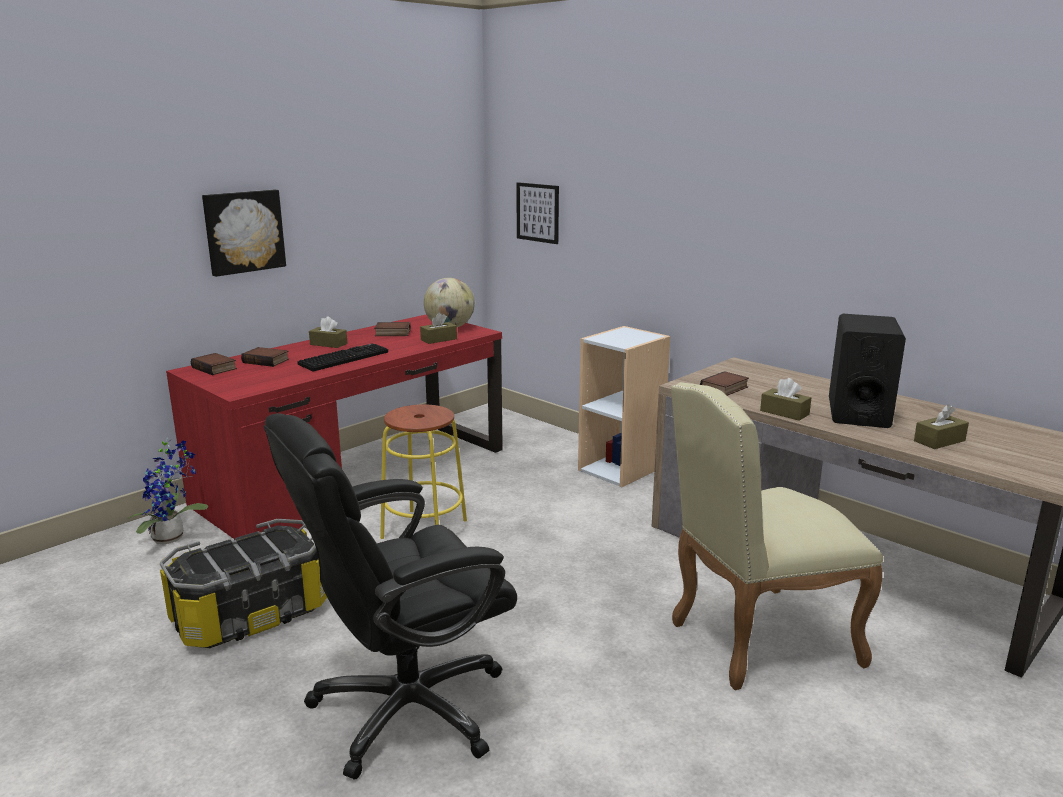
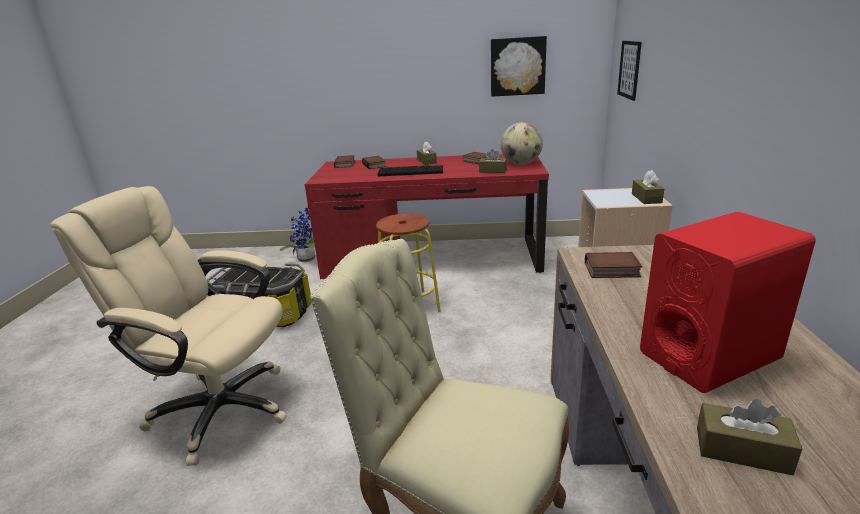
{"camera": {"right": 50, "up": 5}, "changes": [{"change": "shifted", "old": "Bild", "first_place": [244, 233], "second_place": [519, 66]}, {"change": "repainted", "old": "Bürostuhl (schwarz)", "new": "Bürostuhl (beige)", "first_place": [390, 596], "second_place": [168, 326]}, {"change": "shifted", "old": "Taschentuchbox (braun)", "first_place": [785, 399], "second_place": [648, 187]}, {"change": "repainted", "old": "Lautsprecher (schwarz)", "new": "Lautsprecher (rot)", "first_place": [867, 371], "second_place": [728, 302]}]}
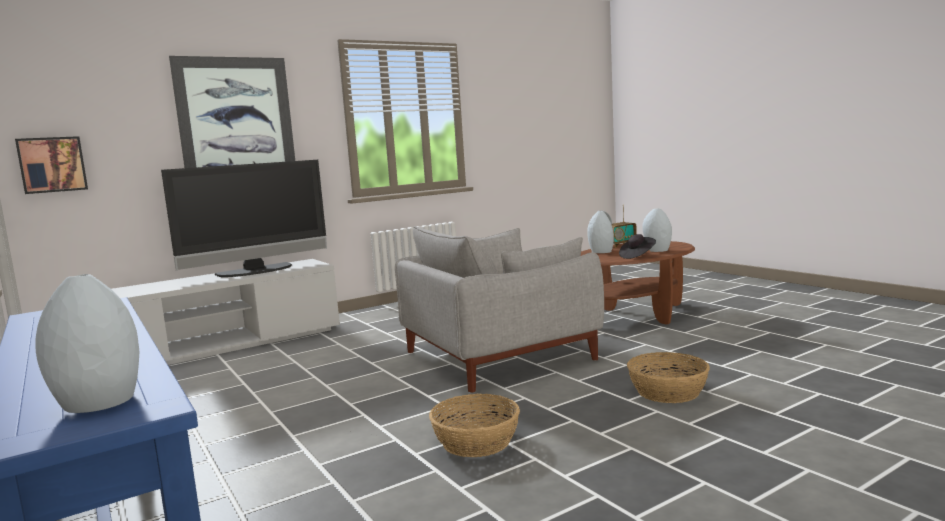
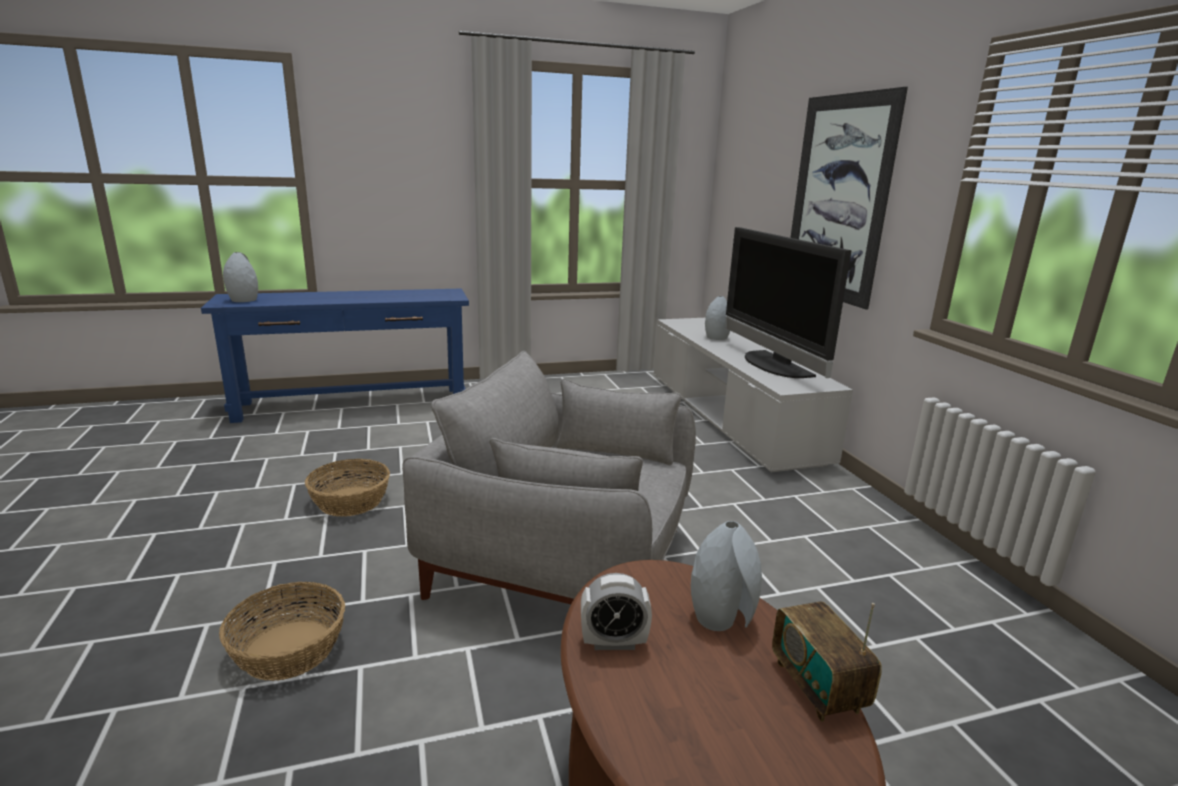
{"camera": {"right": 105, "up": 10}, "changes": [{"change": "gone", "old": "Bild", "first_place": [51, 165]}, {"change": "rotated", "old": "Sessel (grau)", "first_place": [499, 309], "second_place": [549, 477], "degrees": -60}, {"change": "swapped", "old": "Hut (schwarz)", "new": "Wecker", "first_place": [637, 246], "second_place": [616, 611]}, {"change": "shifted", "old": "Vase (grau)", "first_place": [657, 230], "second_place": [717, 318]}]}
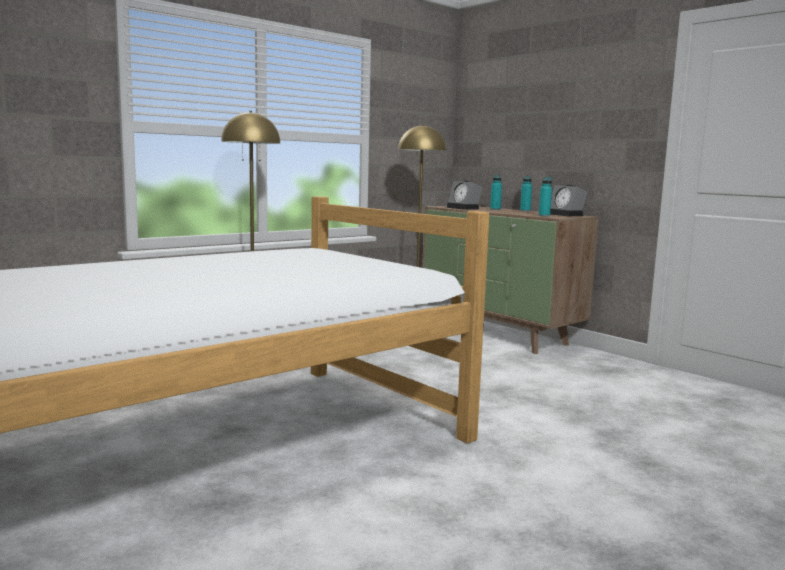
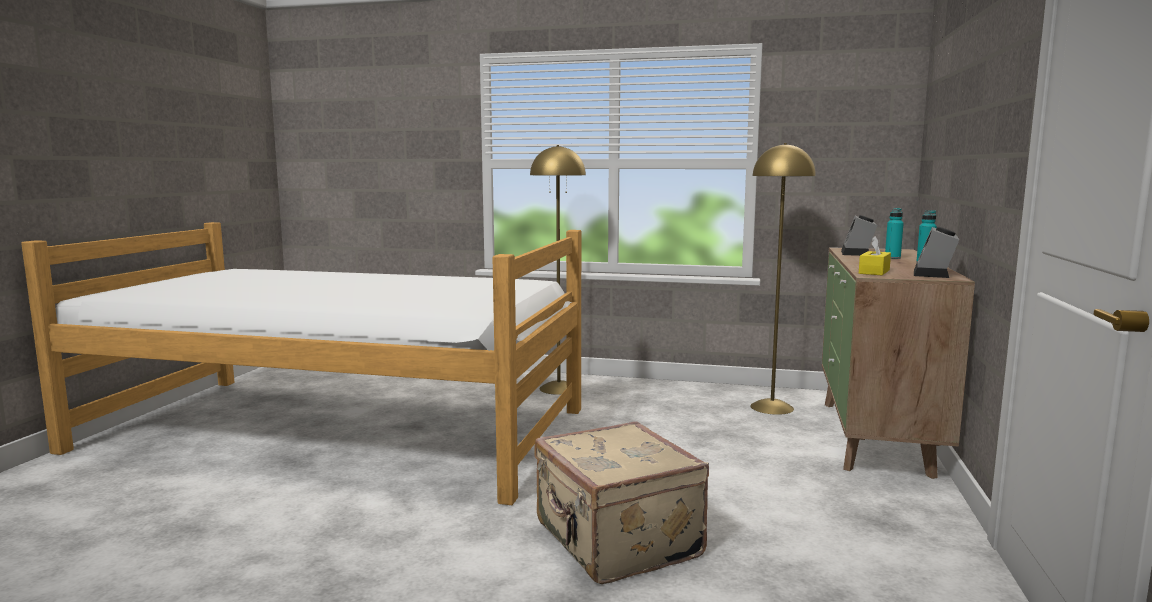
{"camera": {"right": 55, "up": 0}, "changes": [{"change": "swapped", "old": "Flasche (türkis)", "new": "Taschentuchbox (gelb)", "first_place": [545, 197], "second_place": [875, 255]}, {"change": "new", "new": "Koffer (beige)", "second_place": [622, 502]}]}
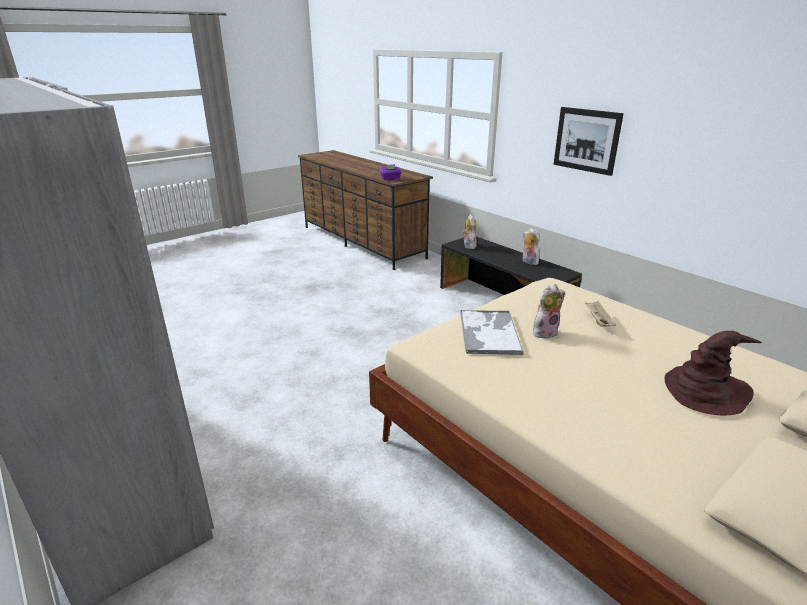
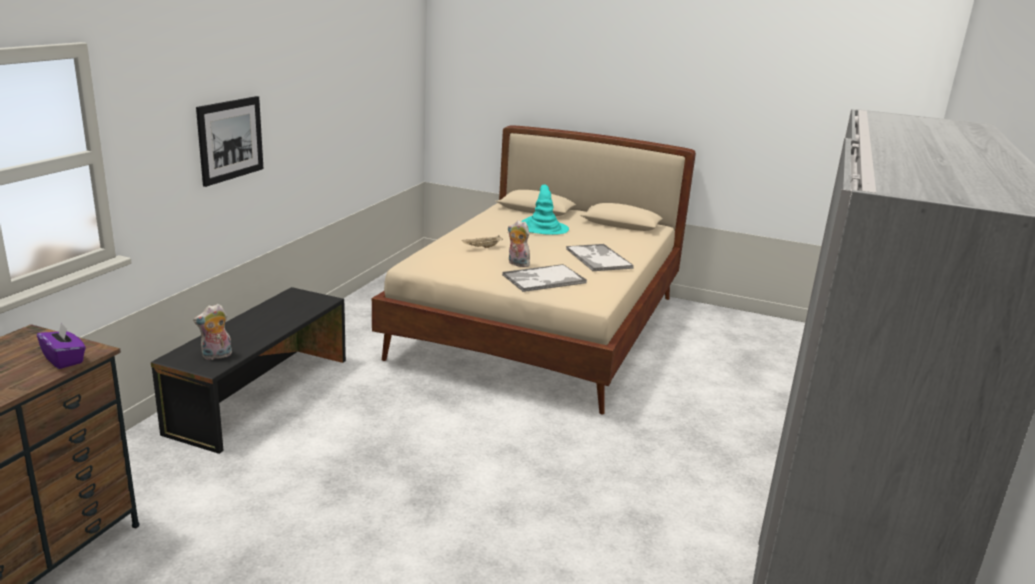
{"camera": {"right": -120, "up": -5}, "changes": [{"change": "gone", "old": "Plüschtier", "first_place": [530, 246]}, {"change": "repainted", "old": "Hut (braun)", "new": "Hut (türkis)", "first_place": [713, 373], "second_place": [545, 209]}, {"change": "new", "new": "Tablett", "second_place": [600, 257]}]}
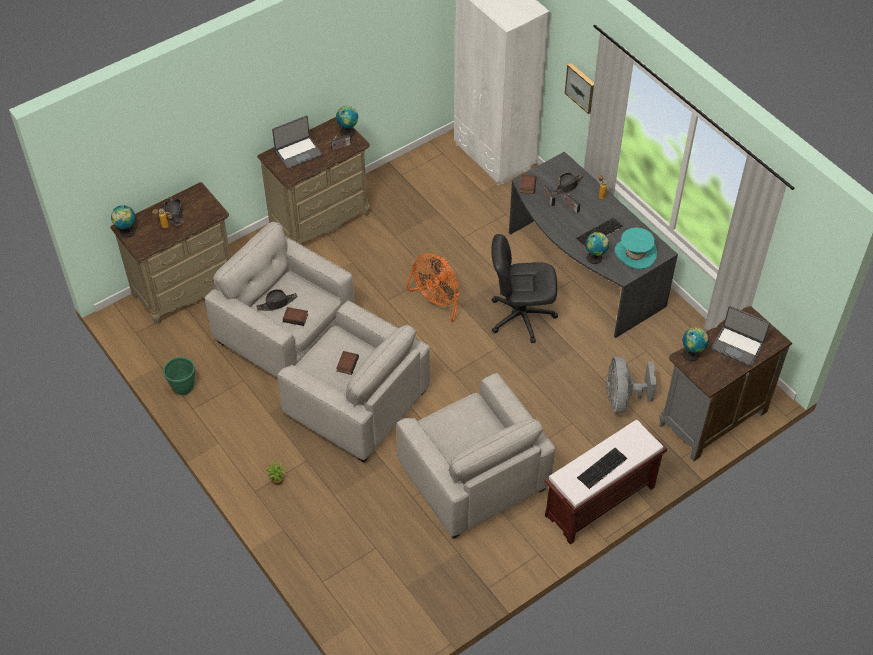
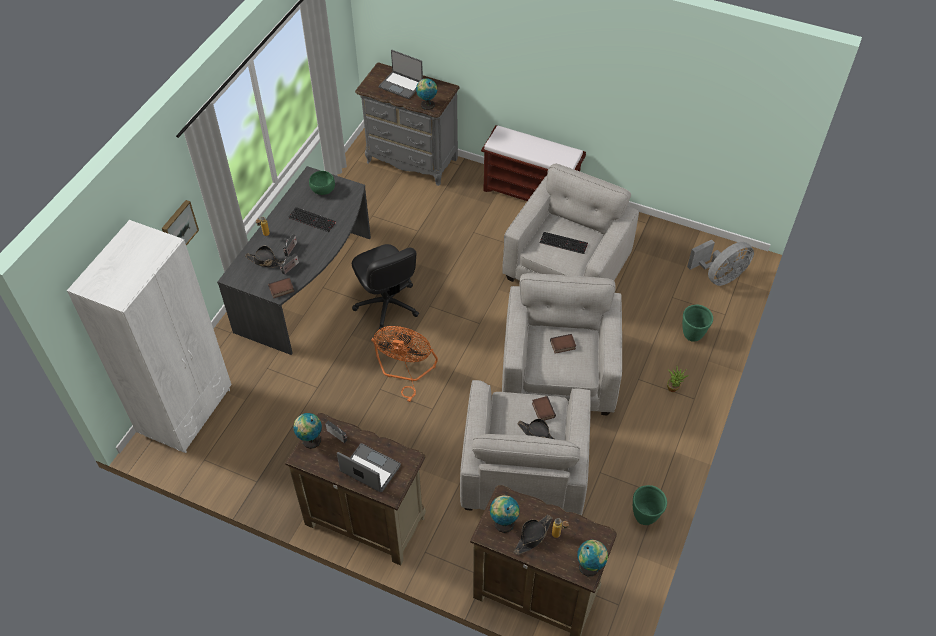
{"camera": {"right": -120, "up": 0}, "changes": [{"change": "rotated", "old": "Ventilator (orange)", "first_place": [433, 288], "second_place": [404, 364], "degrees": -90}, {"change": "shifted", "old": "Tastatur", "first_place": [602, 468], "second_place": [564, 243]}, {"change": "shifted", "old": "Globus", "first_place": [597, 248], "second_place": [505, 514]}, {"change": "shifted", "old": "Ventilator (grau)", "first_place": [632, 384], "second_place": [720, 262]}, {"change": "swapped", "old": "Hut (türkis)", "new": "Schüssel (grün)", "first_place": [636, 248], "second_place": [322, 183]}, {"change": "rotated", "old": "Laptop", "first_place": [740, 336], "second_place": [401, 74], "degrees": 120}, {"change": "new", "new": "Pflanzkübel (grün)", "second_place": [697, 323]}]}
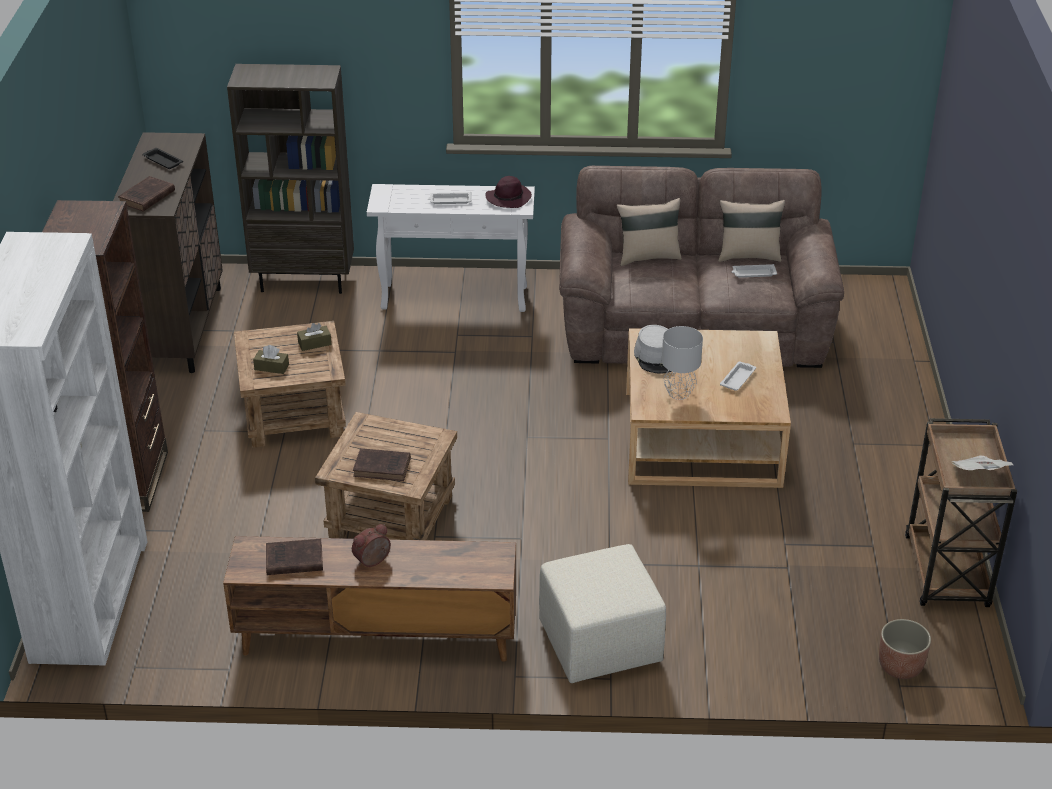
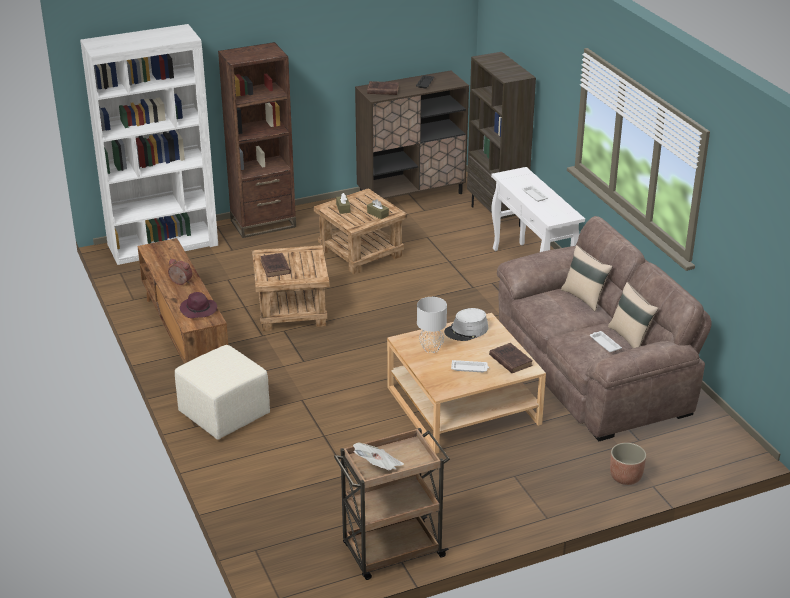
{"camera": {"right": 65, "up": -5}, "changes": [{"change": "shifted", "old": "Buch (braun)", "first_place": [294, 557], "second_place": [511, 358]}, {"change": "shifted", "old": "Hut (lila)", "first_place": [508, 192], "second_place": [198, 305]}, {"change": "shifted", "old": "Pflanzkübel", "first_place": [905, 649], "second_place": [628, 464]}]}
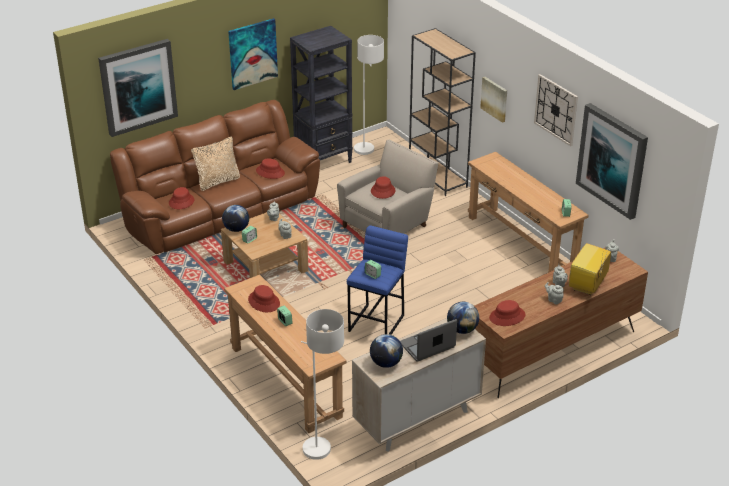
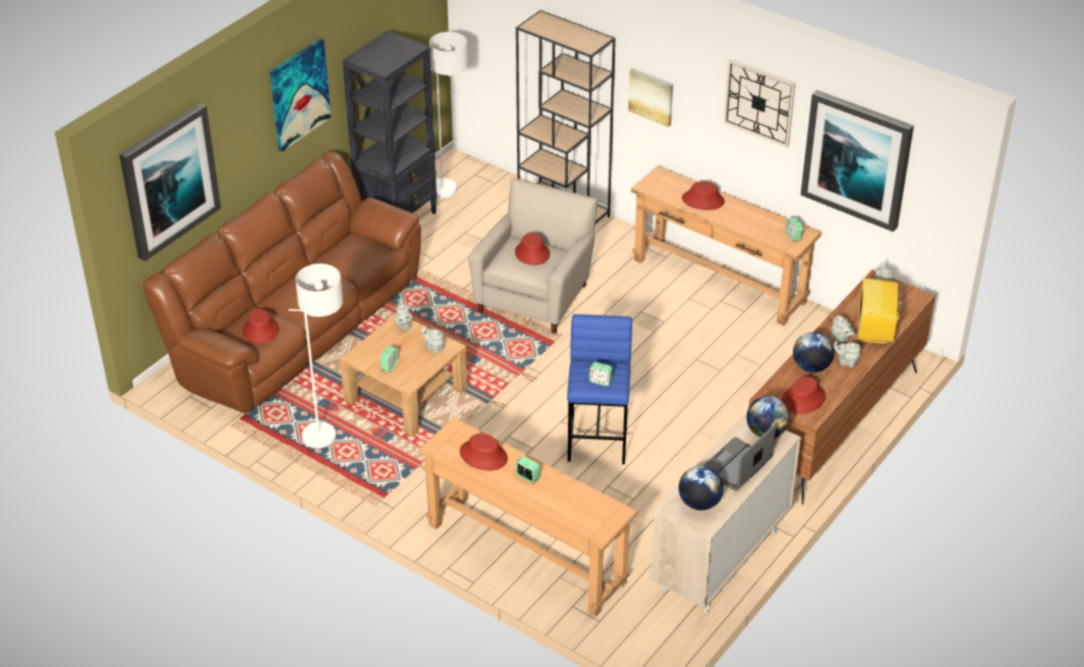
{"camera": {"right": -20, "up": 5}, "changes": [{"change": "gone", "old": "Kissen (beige)", "first_place": [215, 163]}, {"change": "shifted", "old": "Globus", "first_place": [235, 218], "second_place": [813, 352]}, {"change": "shifted", "old": "Hut (rot)", "first_place": [270, 168], "second_place": [703, 195]}, {"change": "shifted", "old": "Stehlampe (weiß)", "first_place": [322, 384], "second_place": [316, 356]}]}
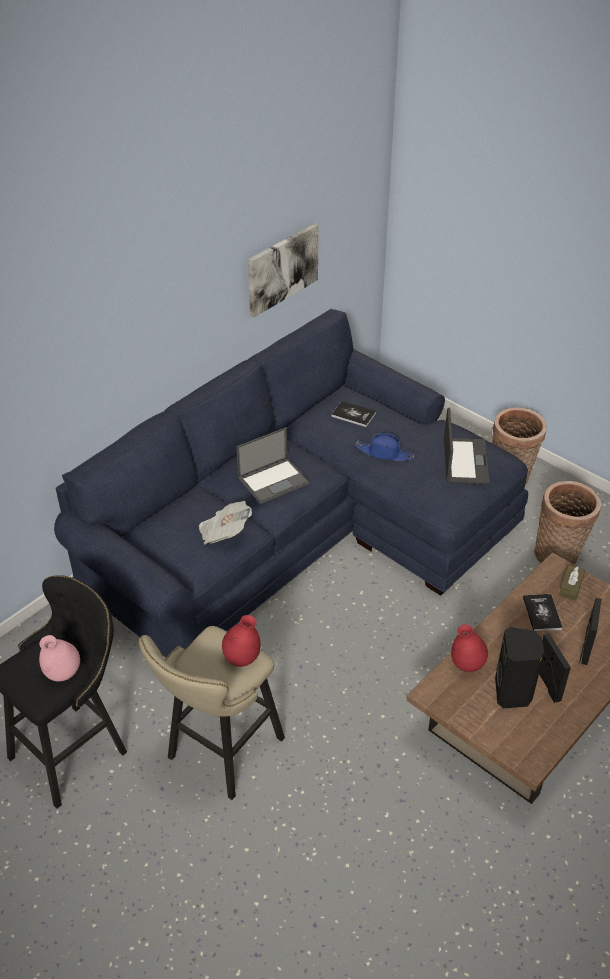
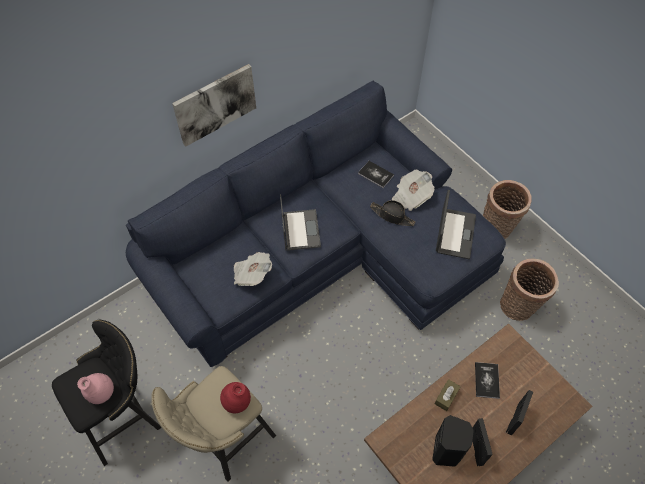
{"camera": {"right": 10, "up": 15}, "changes": [{"change": "rotated", "old": "Laptop", "first_place": [273, 465], "second_place": [300, 222], "degrees": -75}, {"change": "shifted", "old": "Bild", "first_place": [283, 270], "second_place": [214, 105]}, {"change": "repainted", "old": "Hut (blau)", "new": "Hut (schwarz)", "first_place": [385, 447], "second_place": [392, 213]}, {"change": "gone", "old": "Vase (rot)", "first_place": [469, 648]}, {"change": "shifted", "old": "Taschentuchbox (braun)", "first_place": [572, 583], "second_place": [448, 395]}, {"change": "new", "new": "Zeitung", "second_place": [413, 190]}]}
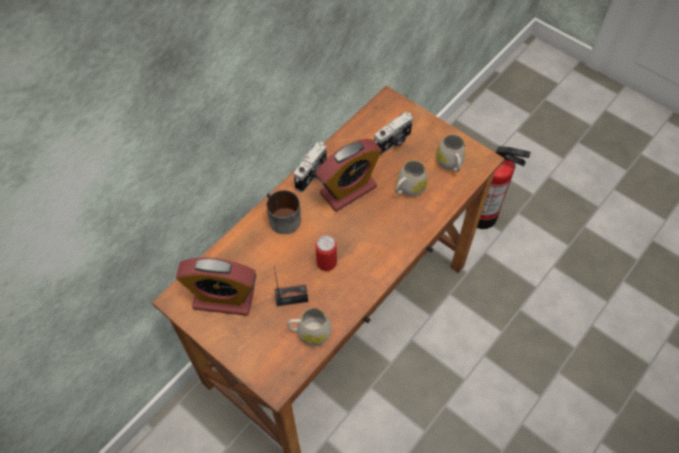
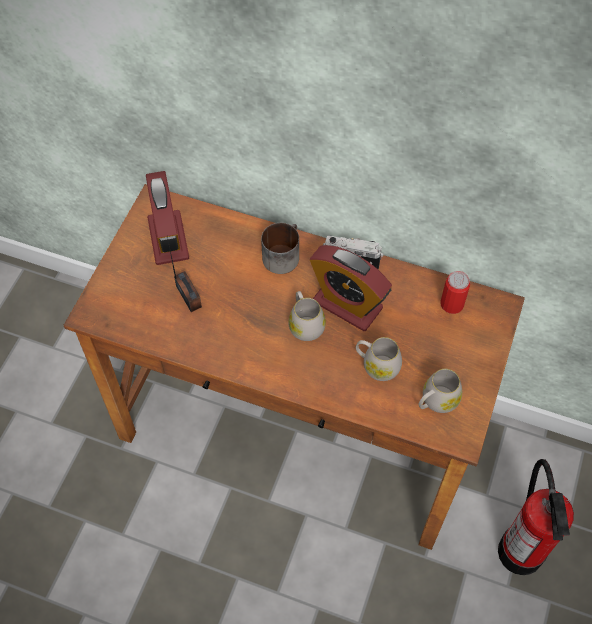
{"camera": {"right": 70, "up": 0}, "changes": [{"change": "shifted", "old": "Henkelbecher (weiß)", "first_place": [309, 327], "second_place": [307, 316]}, {"change": "shifted", "old": "Dose", "first_place": [326, 253], "second_place": [455, 292]}, {"change": "gone", "old": "Kamera", "first_place": [393, 133]}]}
